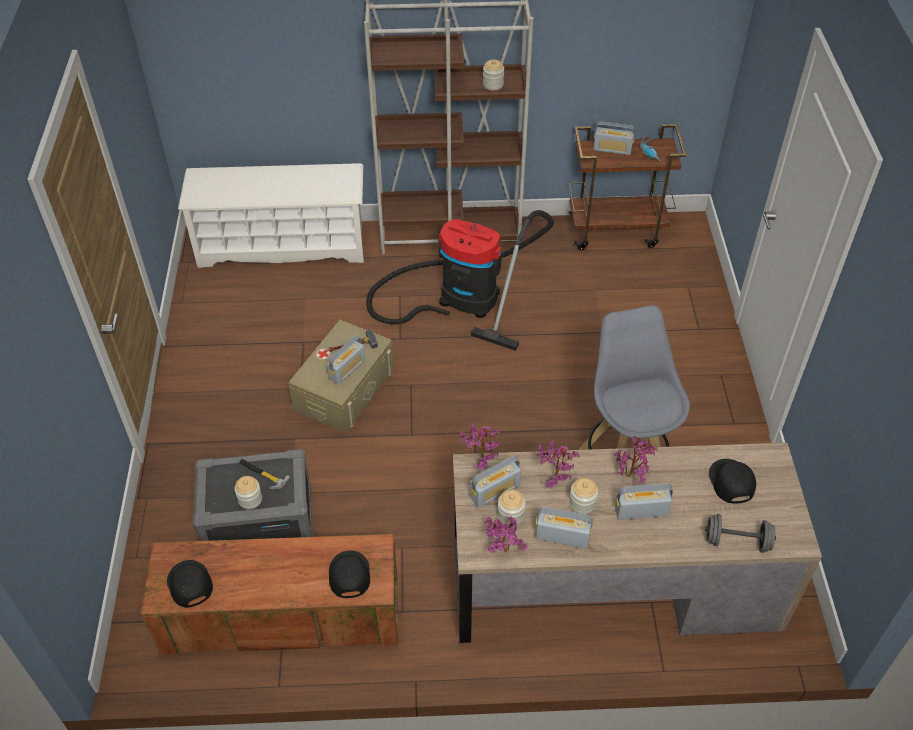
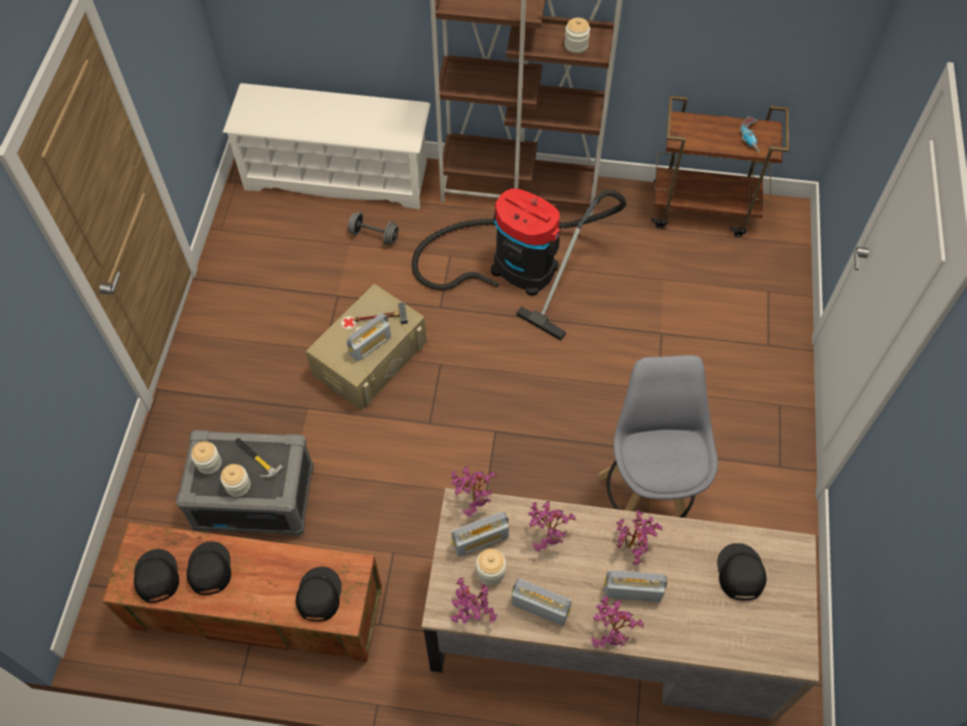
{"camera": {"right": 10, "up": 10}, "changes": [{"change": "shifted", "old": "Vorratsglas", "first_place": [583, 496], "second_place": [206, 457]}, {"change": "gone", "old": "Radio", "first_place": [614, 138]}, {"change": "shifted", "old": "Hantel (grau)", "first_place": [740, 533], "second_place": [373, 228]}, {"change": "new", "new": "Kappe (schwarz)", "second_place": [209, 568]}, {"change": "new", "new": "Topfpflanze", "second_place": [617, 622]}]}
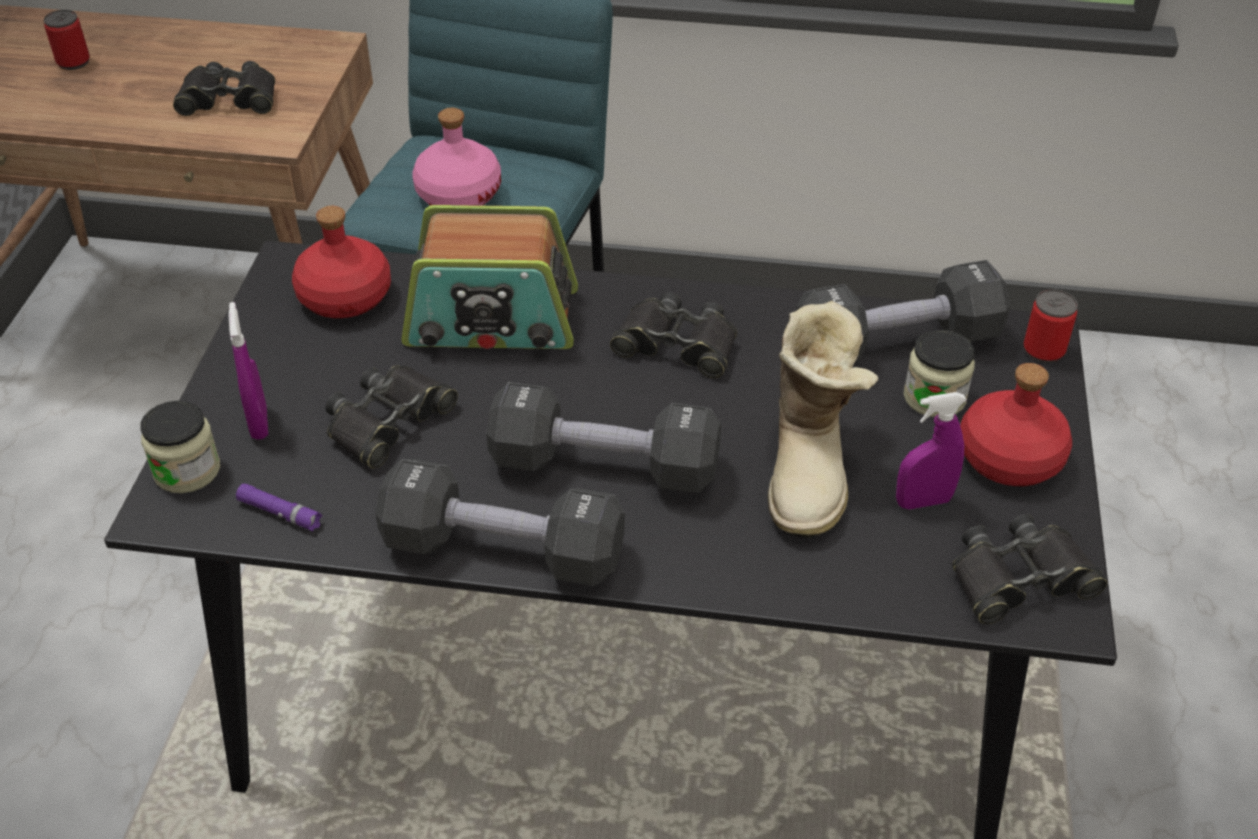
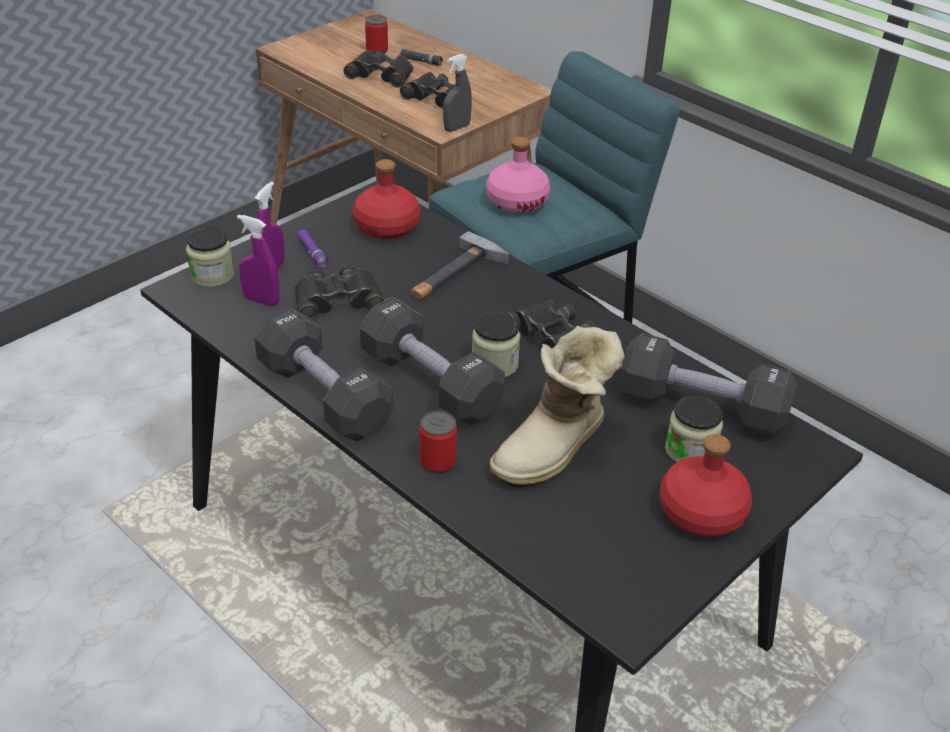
{"camera": {"right": 35, "up": -5}, "changes": [{"change": "shifted", "old": "Taschenlampe (lila)", "first_place": [279, 507], "second_place": [313, 249]}, {"change": "swapped", "old": "Radio", "new": "Hammer", "first_place": [489, 277], "second_place": [460, 265]}, {"change": "shifted", "old": "Sprühflasche (lila)", "first_place": [931, 451], "second_place": [258, 260]}, {"change": "shifted", "old": "Fernglas (schwarz)", "first_place": [1029, 569], "second_place": [378, 69]}, {"change": "shifted", "old": "Dose", "first_place": [1050, 326], "second_place": [438, 442]}, {"change": "new", "new": "Taschenlampe (schwarz)", "second_place": [421, 57]}, {"change": "new", "new": "Sprühflasche (grau)", "second_place": [457, 93]}, {"change": "new", "new": "Vorratsglas", "second_place": [496, 345]}]}
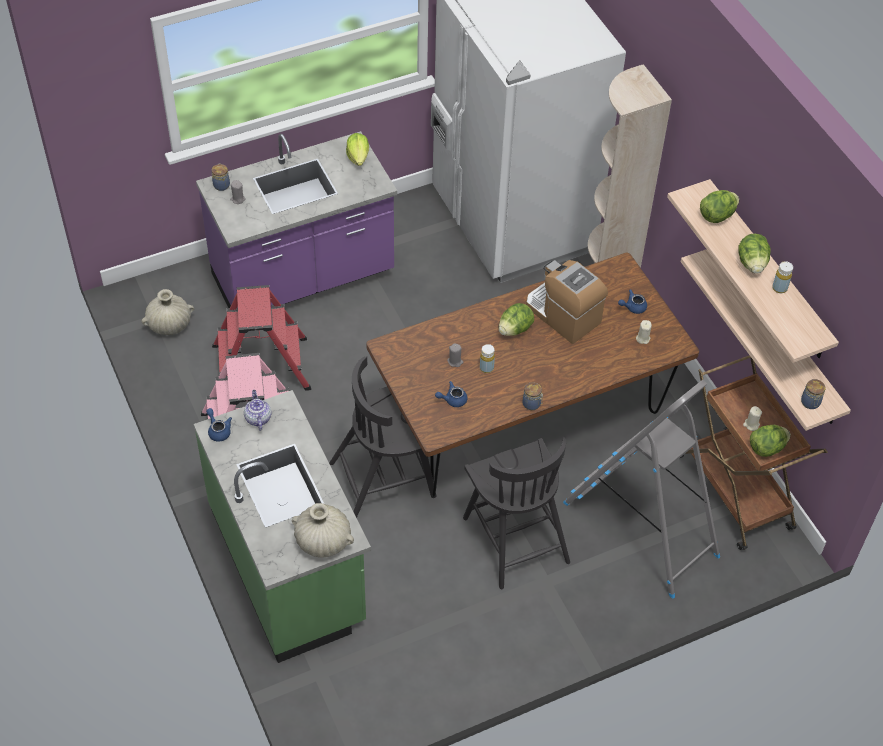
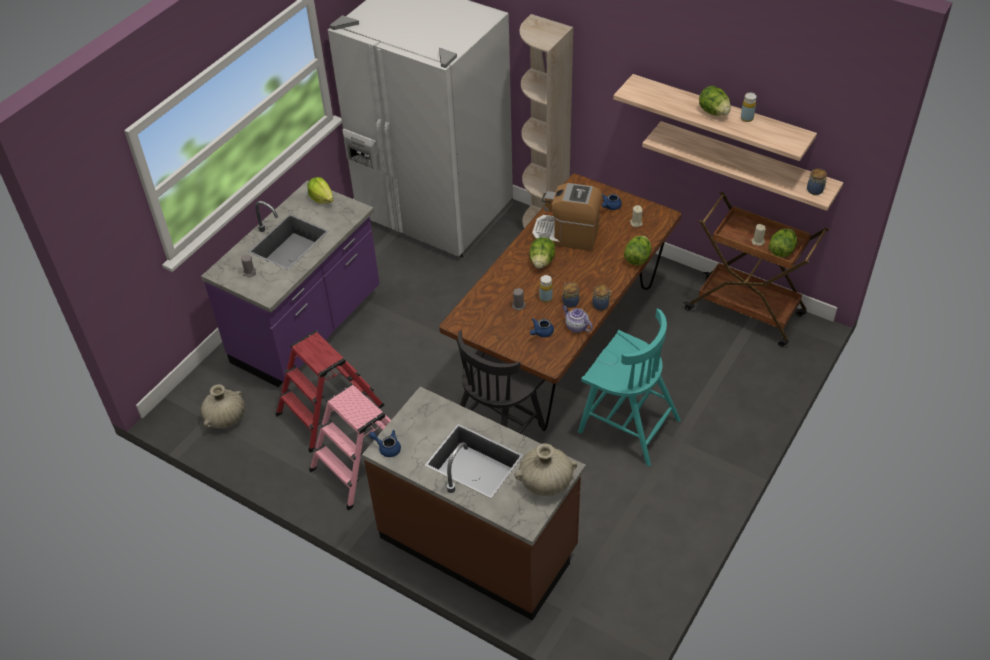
{"camera": {"right": -30, "up": -5}, "changes": [{"change": "repainted", "old": "Küchenzeile (grün)", "new": "Küchenzeile (braun)", "first_place": [282, 526], "second_place": [474, 504]}, {"change": "shifted", "old": "Vorratsglas", "first_place": [221, 177], "second_place": [571, 295]}, {"change": "shifted", "old": "Teekanne", "first_place": [257, 410], "second_place": [577, 319]}, {"change": "repainted", "old": "Stuhl (schwarz)", "new": "Stuhl (türkis)", "first_place": [516, 513], "second_place": [629, 387]}, {"change": "gone", "old": "Trittleiter (grau)", "first_place": [641, 489]}, {"change": "shifted", "old": "Salatkopf", "first_place": [719, 206], "second_place": [638, 250]}]}
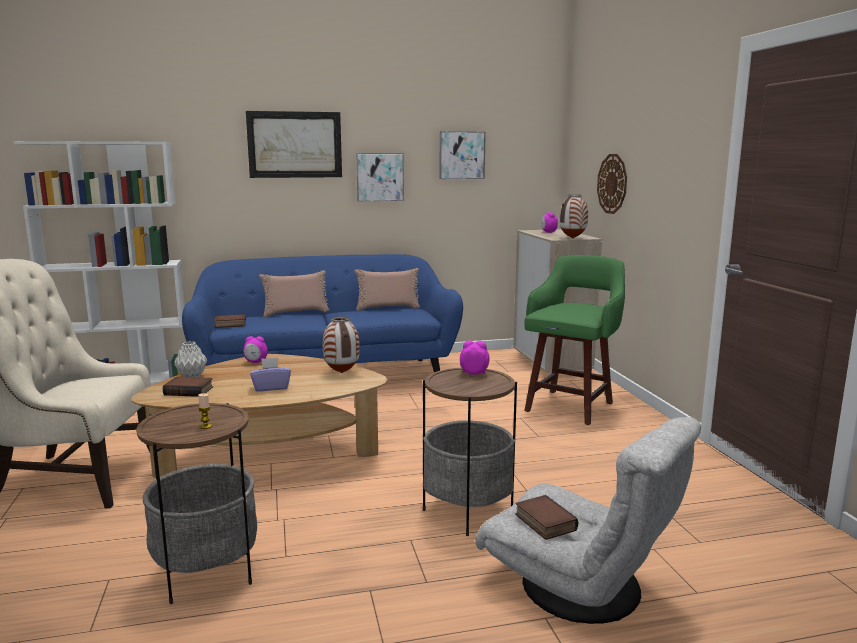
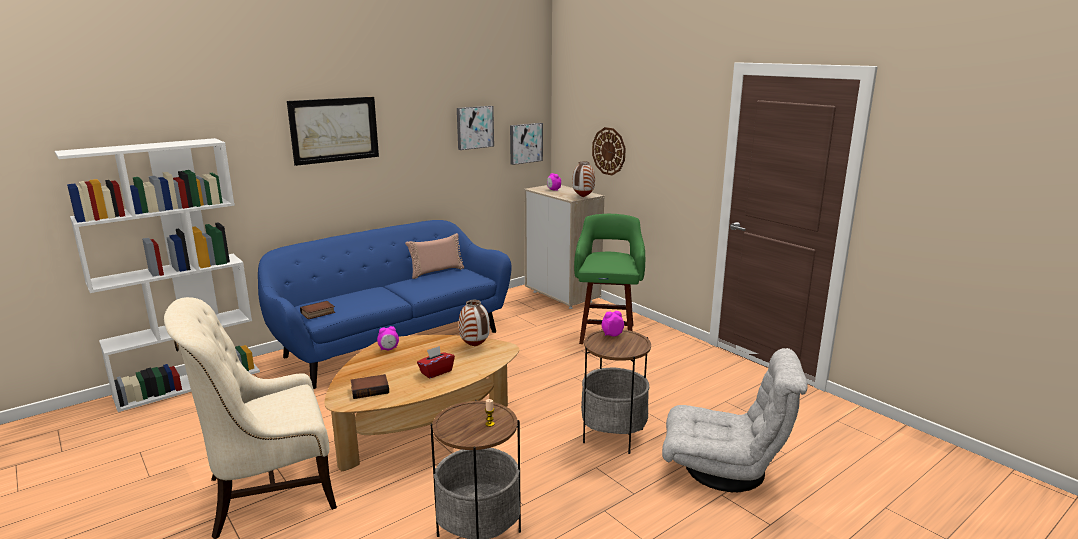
{"camera": {"right": -25, "up": 5}, "changes": [{"change": "gone", "old": "Vase (grau)", "first_place": [190, 359]}, {"change": "repainted", "old": "Taschentuchbox (lila)", "new": "Taschentuchbox (rot)", "first_place": [270, 374], "second_place": [436, 362]}, {"change": "gone", "old": "Kissen (beige)", "first_place": [294, 293]}, {"change": "shifted", "old": "Bild", "first_place": [380, 177], "second_place": [526, 144]}, {"change": "gone", "old": "Buch", "first_place": [546, 517]}]}
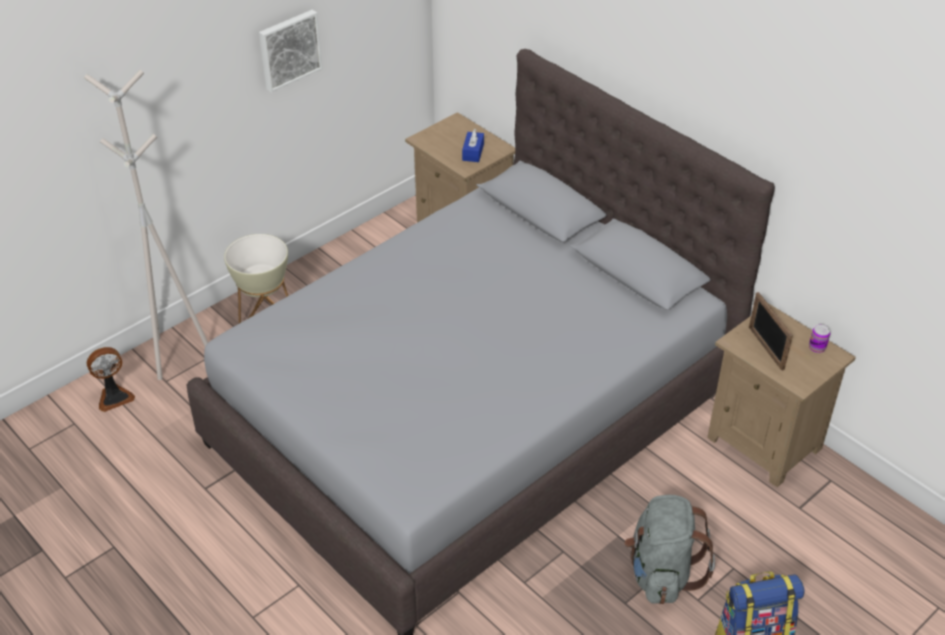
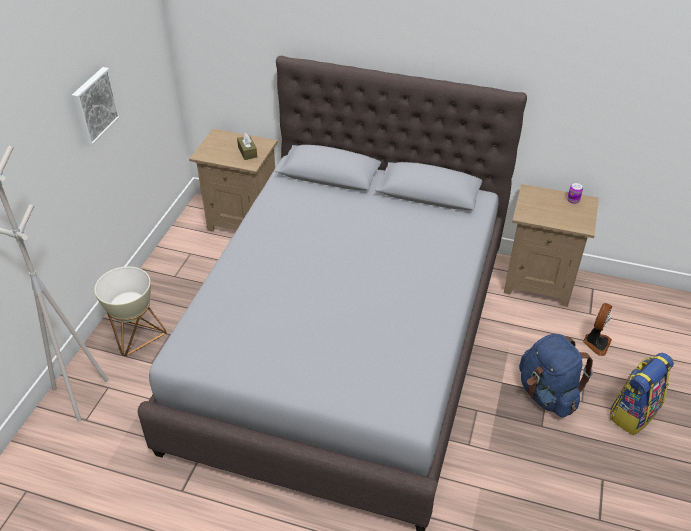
{"camera": {"right": -30, "up": 0}, "changes": [{"change": "shifted", "old": "Ventilator", "first_place": [111, 379], "second_place": [597, 329]}, {"change": "repainted", "old": "Taschentuchbox (blau)", "new": "Taschentuchbox (braun)", "first_place": [473, 145], "second_place": [247, 146]}, {"change": "repainted", "old": "Rucksack (grau)", "new": "Rucksack (blau)", "first_place": [669, 549], "second_place": [556, 375]}, {"change": "gone", "old": "Bilderrahmen", "first_place": [771, 331]}]}
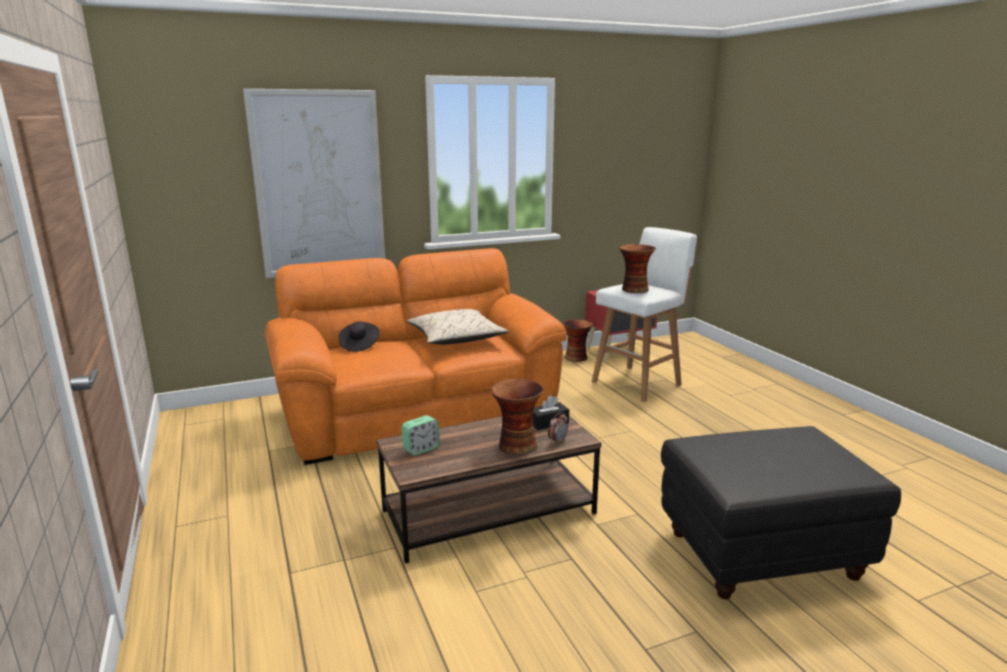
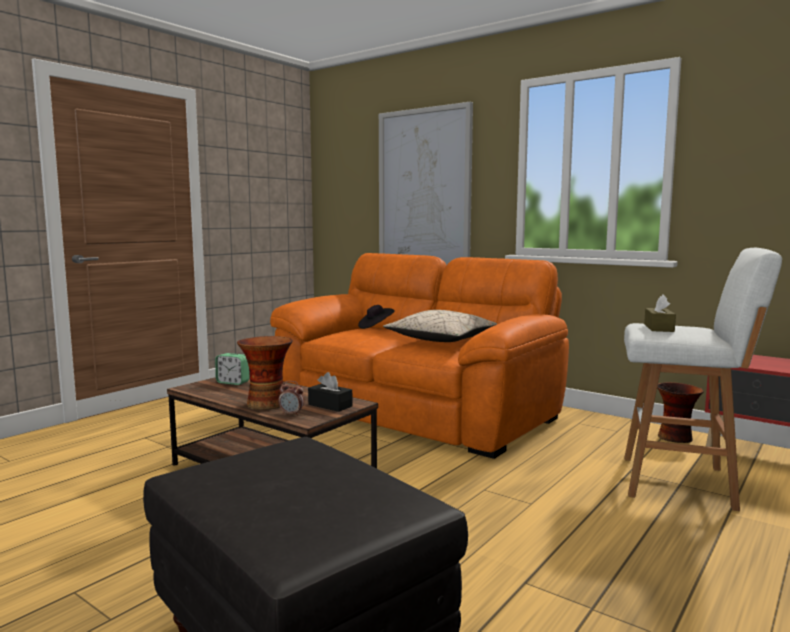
{"camera": {"right": 60, "up": -10}, "changes": [{"change": "swapped", "old": "Vase", "new": "Taschentuchbox (braun)", "first_place": [637, 268], "second_place": [660, 313]}]}
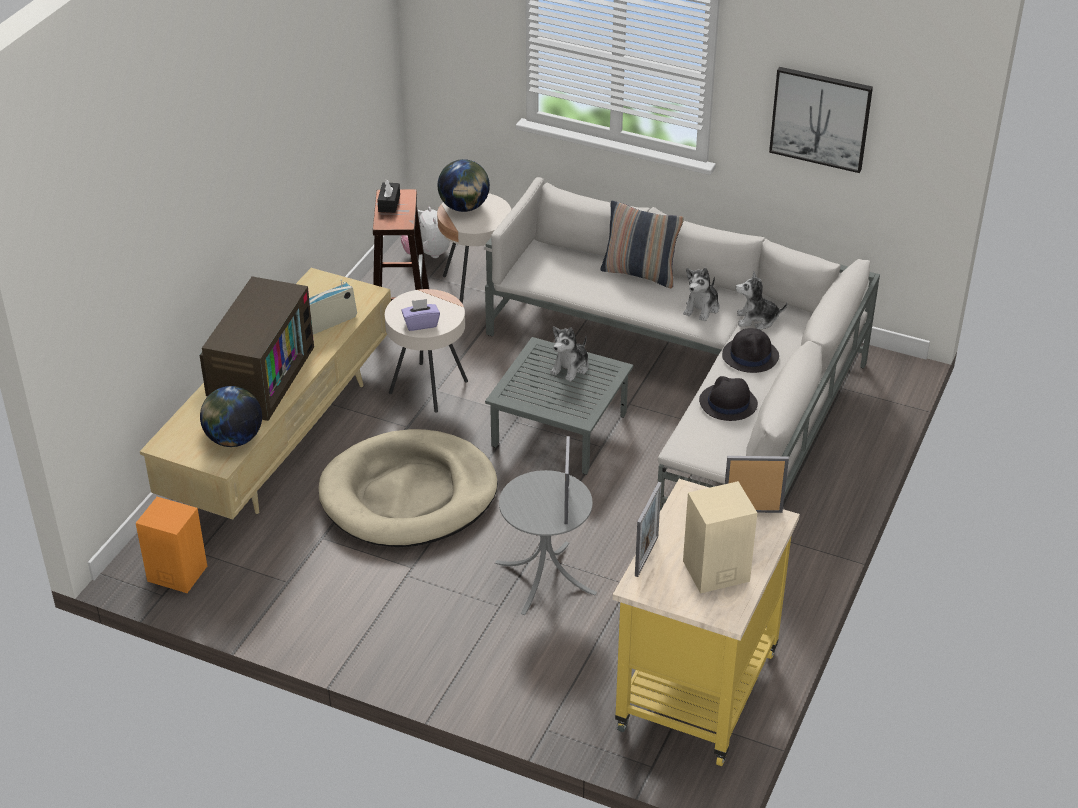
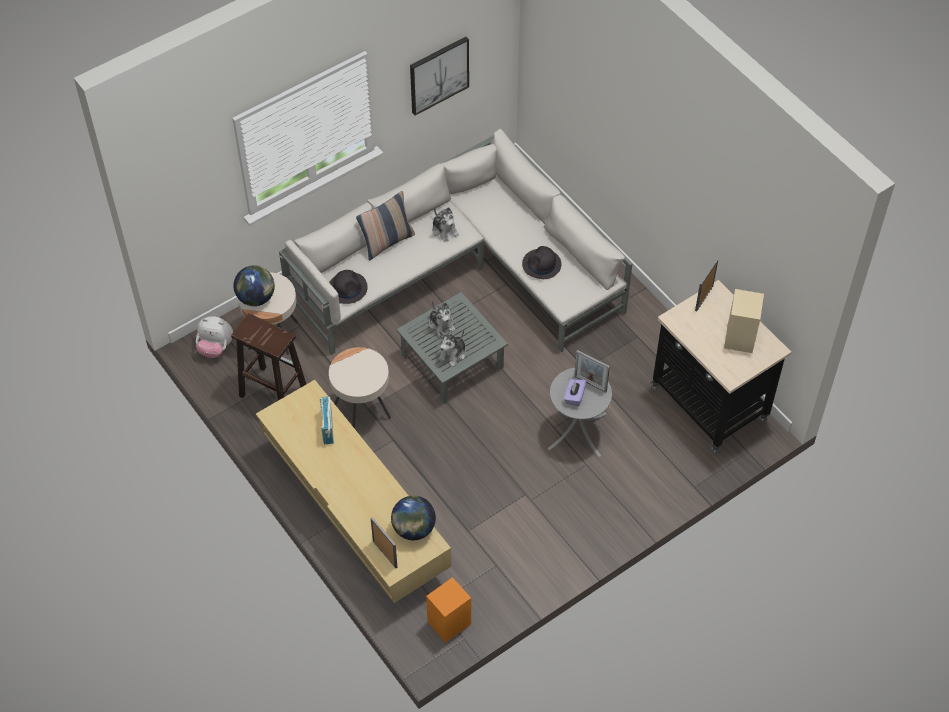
{"camera": {"right": -60, "up": 15}, "changes": [{"change": "gone", "old": "Fernseher", "first_place": [257, 348]}, {"change": "gone", "old": "Hundebett (beige)", "first_place": [408, 488]}, {"change": "gone", "old": "Taschentuchbox (schwarz)", "first_place": [388, 196]}, {"change": "shifted", "old": "Taschentuchbox (lila)", "first_place": [420, 315], "second_place": [575, 392]}, {"change": "repainted", "old": "Rollwagen (gelb)", "new": "Rollwagen (schwarz)", "first_place": [706, 622], "second_place": [720, 367]}, {"change": "shifted", "old": "Bilderrahmen", "first_place": [648, 529], "second_place": [384, 542]}, {"change": "shifted", "old": "Hut (schwarz)", "first_place": [750, 350], "second_place": [348, 287]}, {"change": "shifted", "old": "Plüschtier", "first_place": [761, 301], "second_place": [452, 348]}]}
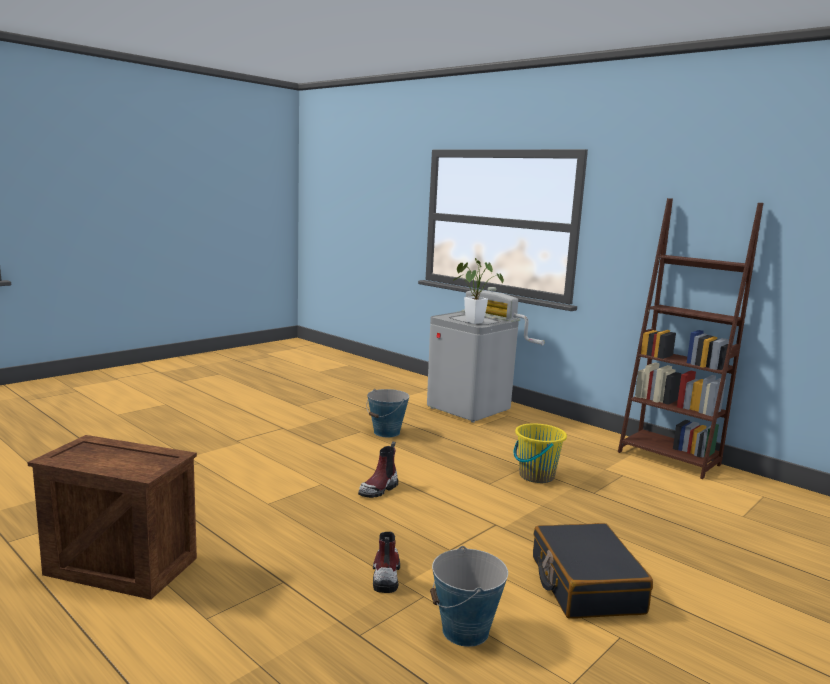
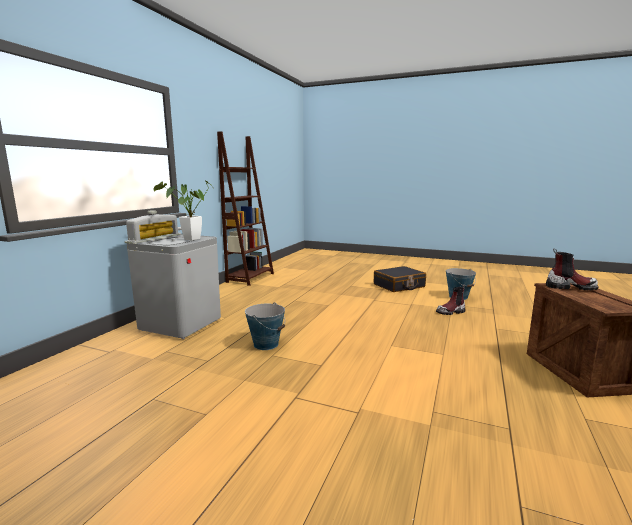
{"camera": {"right": -110, "up": 0}, "changes": [{"change": "shifted", "old": "Stiefel", "first_place": [378, 469], "second_place": [572, 269]}, {"change": "gone", "old": "Eimer (gelb)", "first_place": [540, 453]}]}
